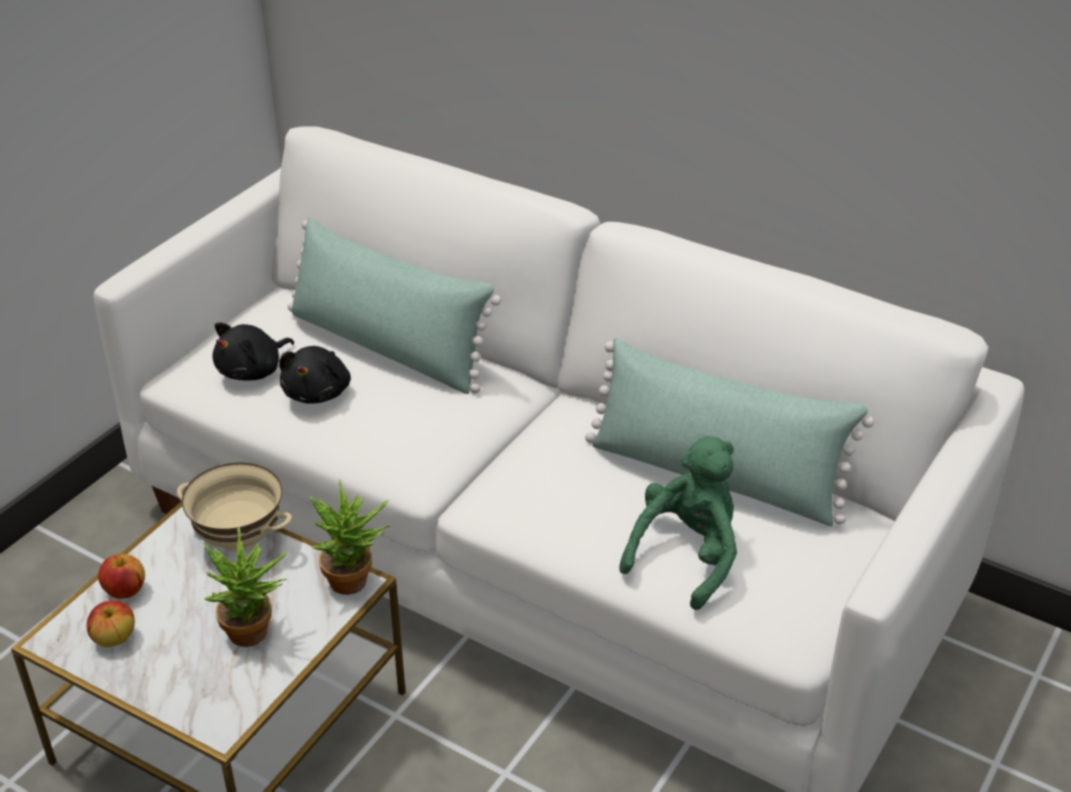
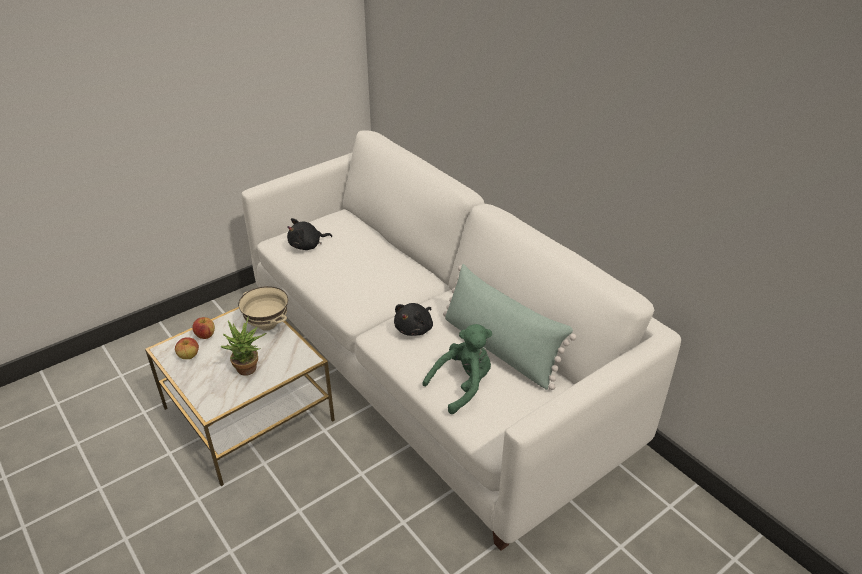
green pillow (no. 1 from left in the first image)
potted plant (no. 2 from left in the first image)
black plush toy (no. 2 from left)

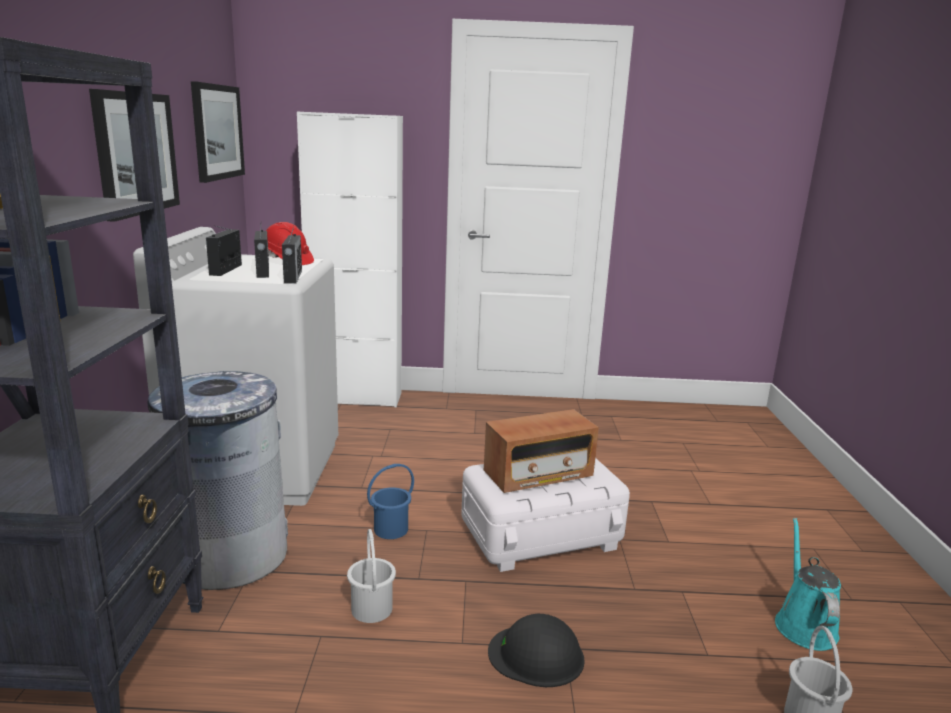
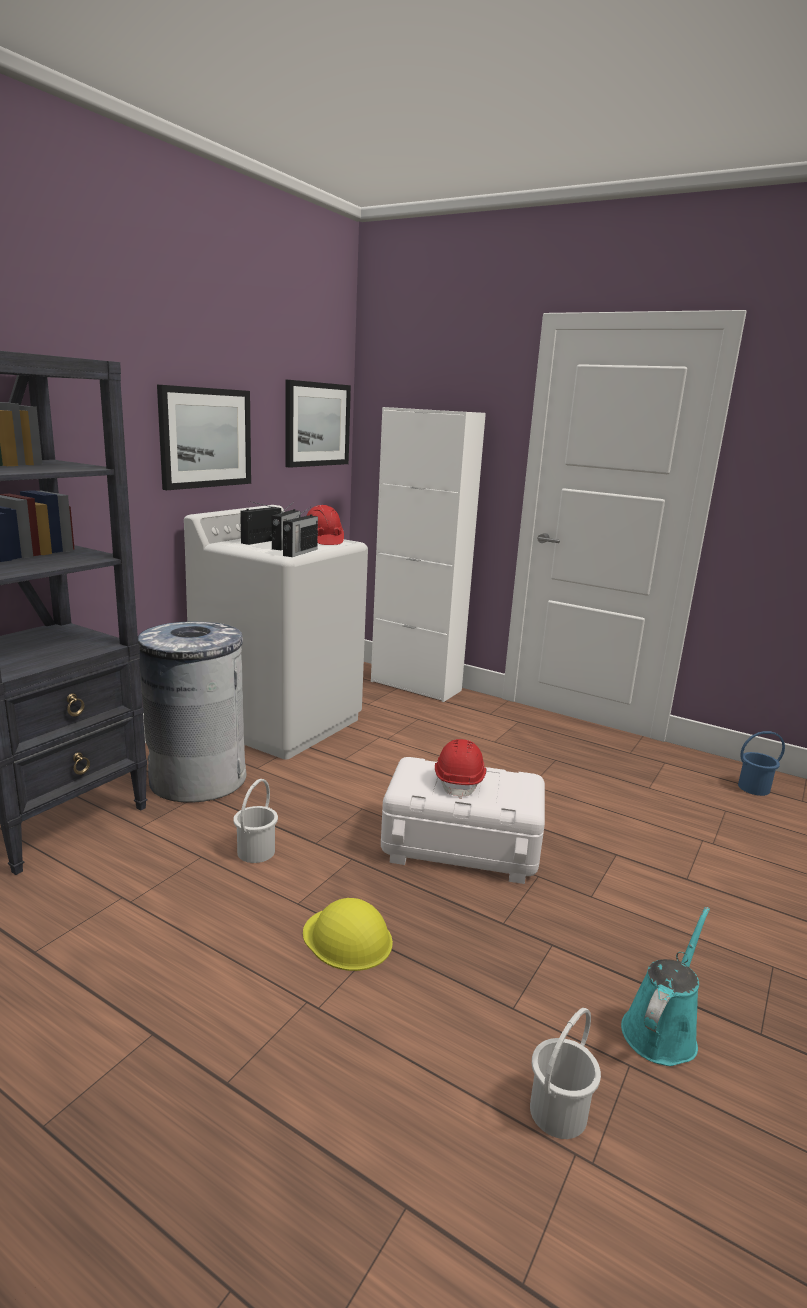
blue bucket
red hard hat (no. 2 from left)
yellow hard hat

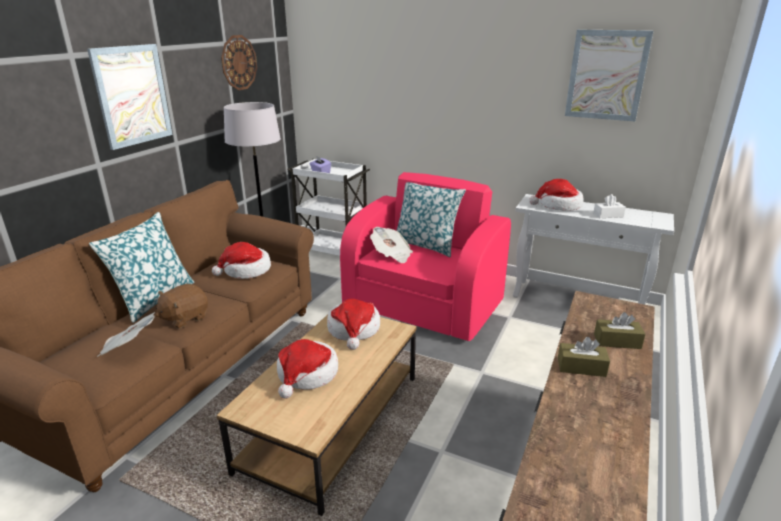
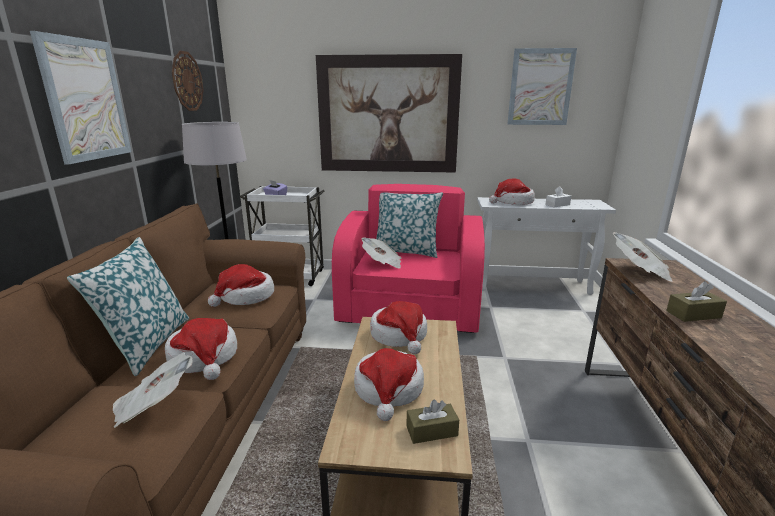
picture (no. 2 from left)
newspaper (no. 3 from left)
brown tissue box (no. 1 from left)
hat (no. 1 from left)

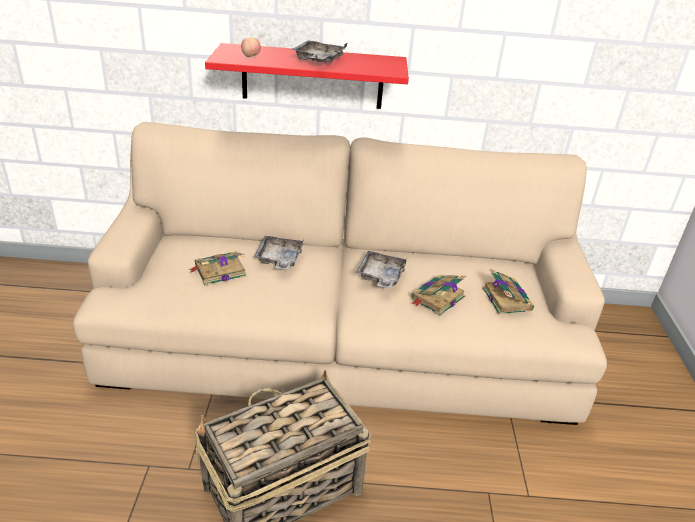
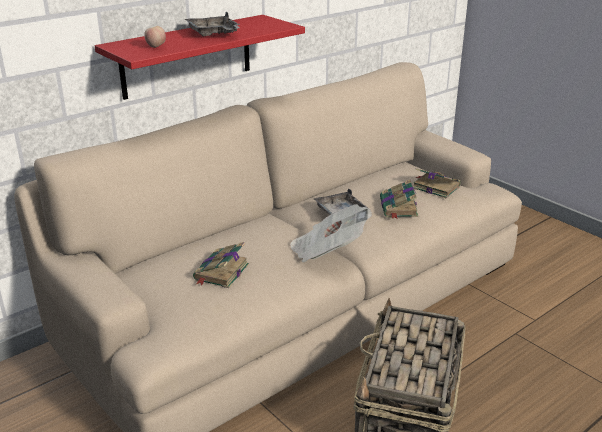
grey tray (no. 1 from left in the first image)
newspaper

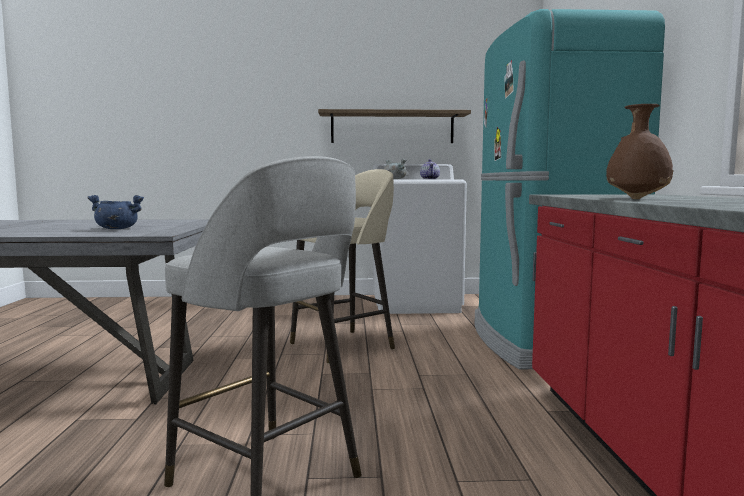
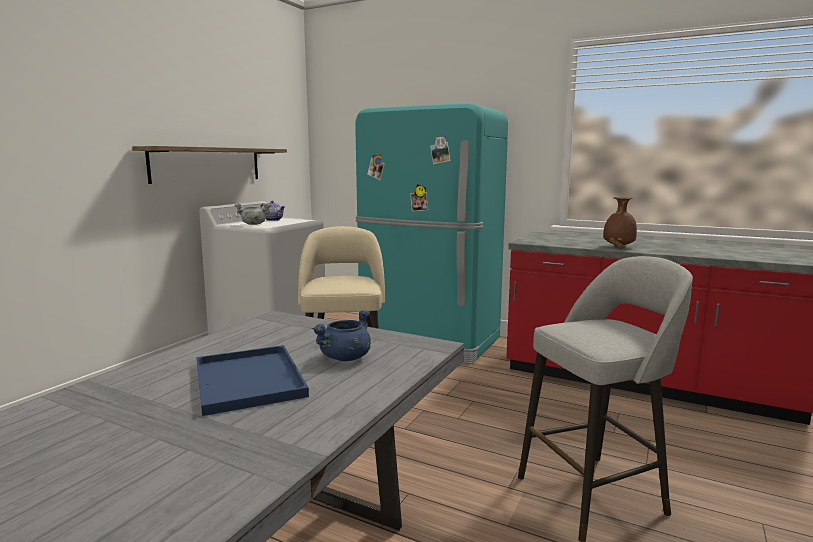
blue tray

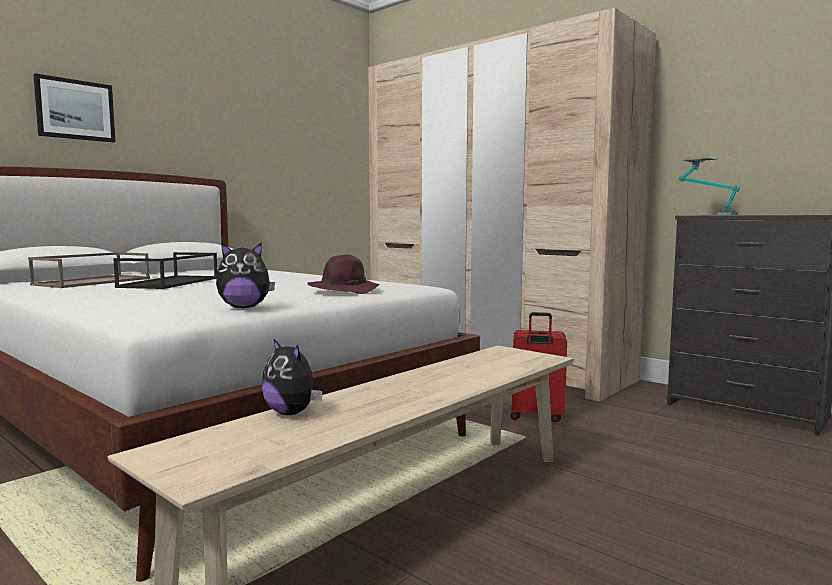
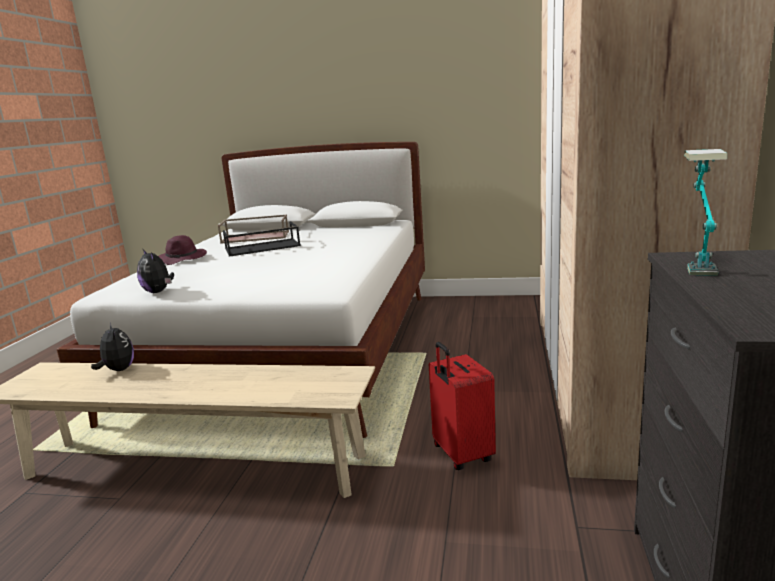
picture
purple hat
plush toy (no. 1 from left)

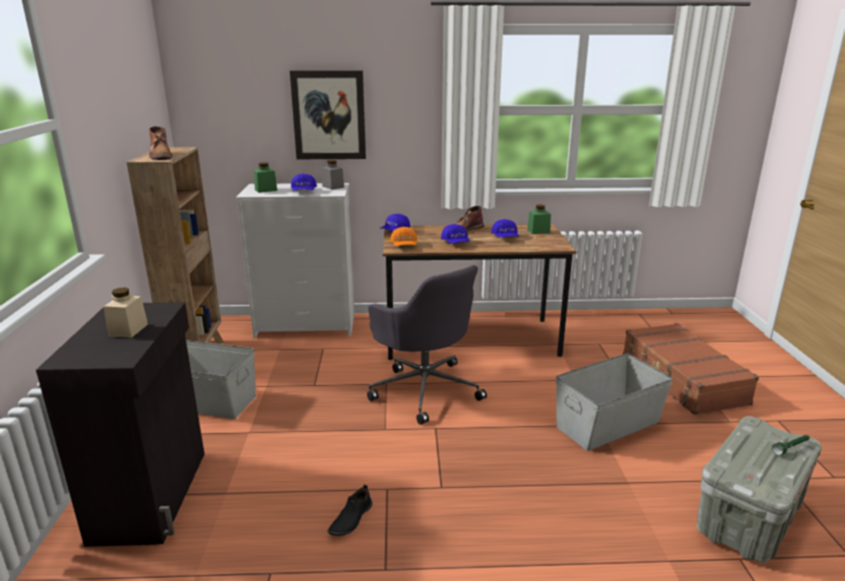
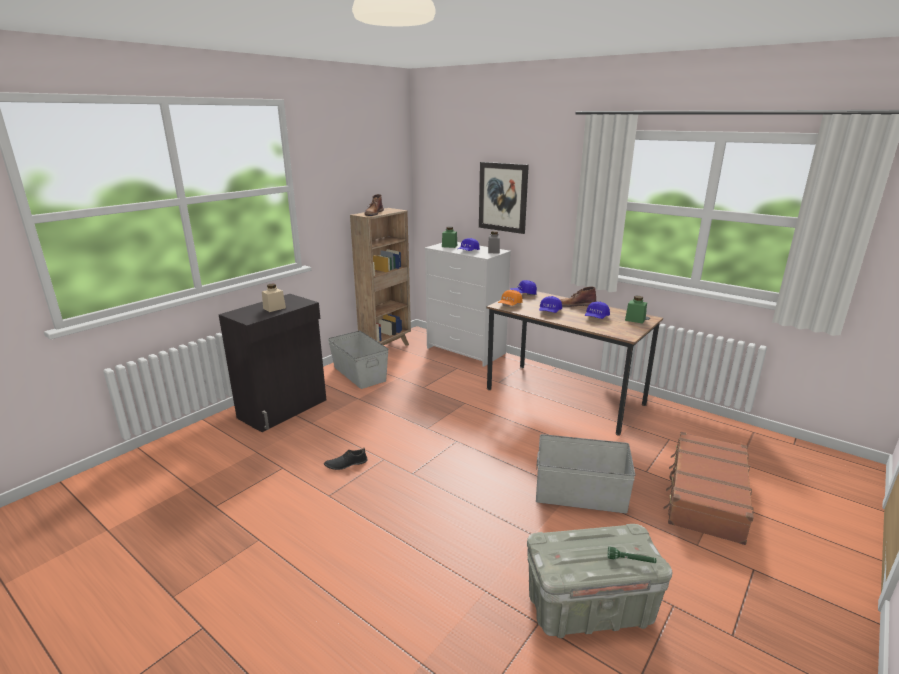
grey office chair

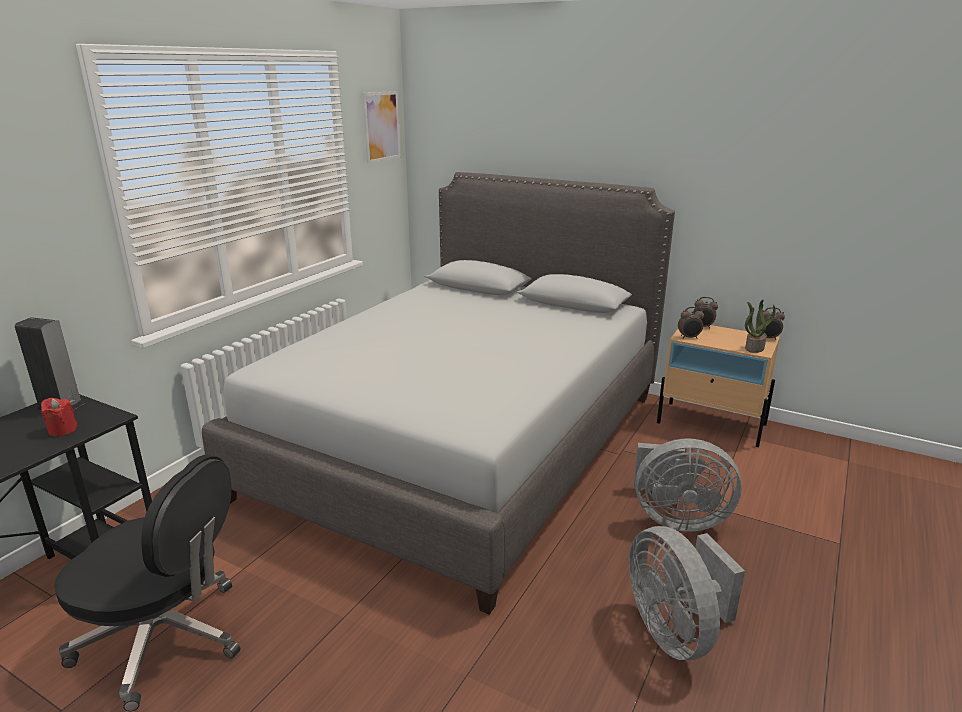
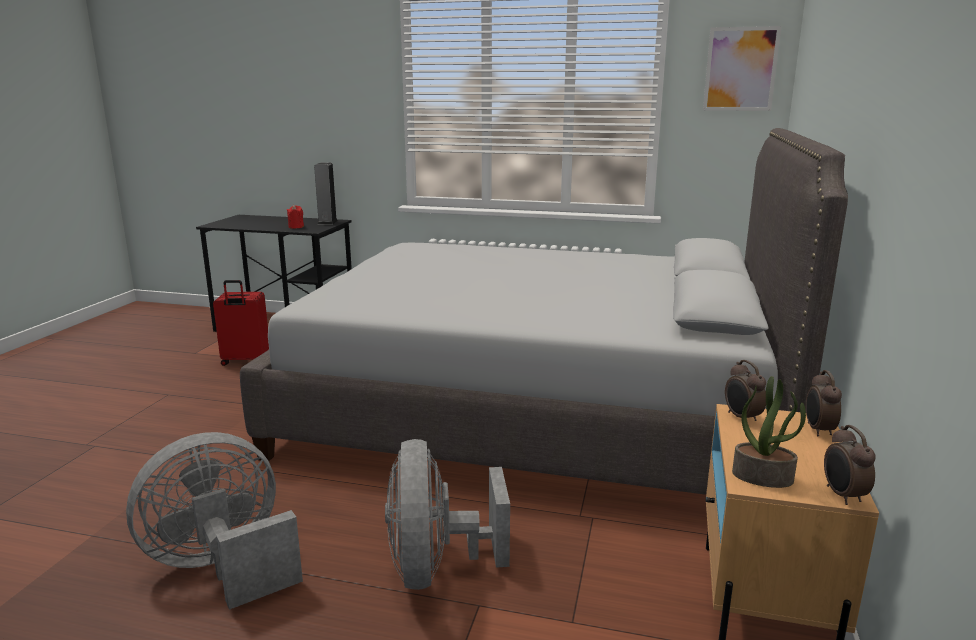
red suitcase

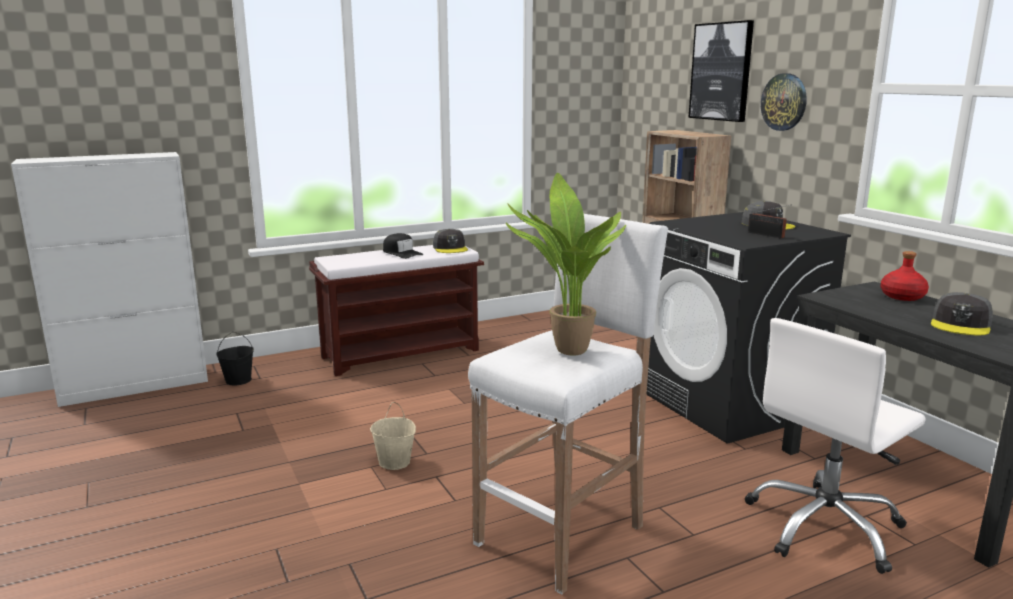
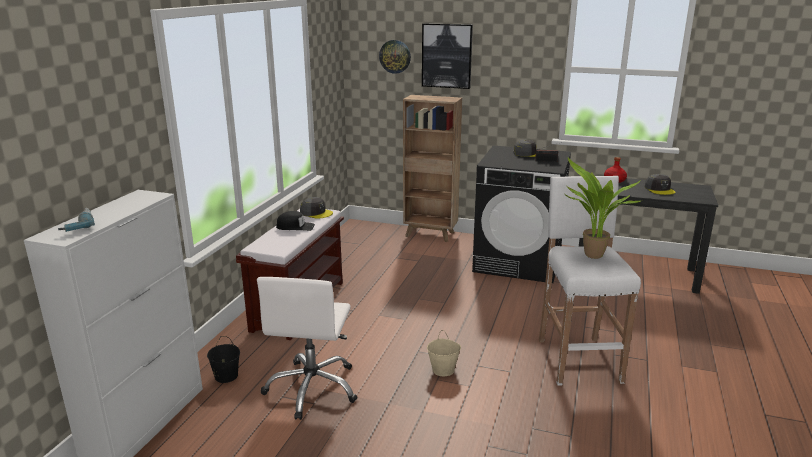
power drill
white office chair
wall clock

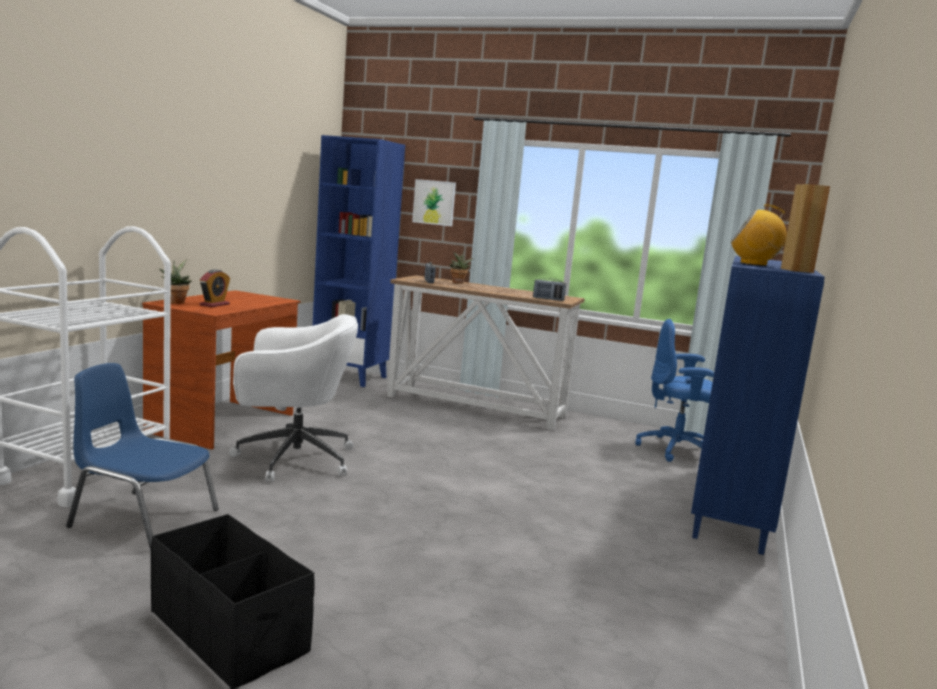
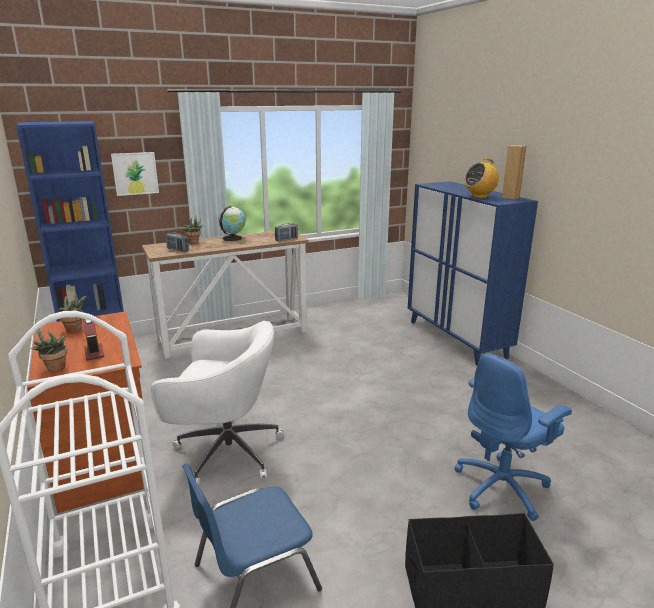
potted plant (no. 2 from left)
globe
blue office chair
white office chair

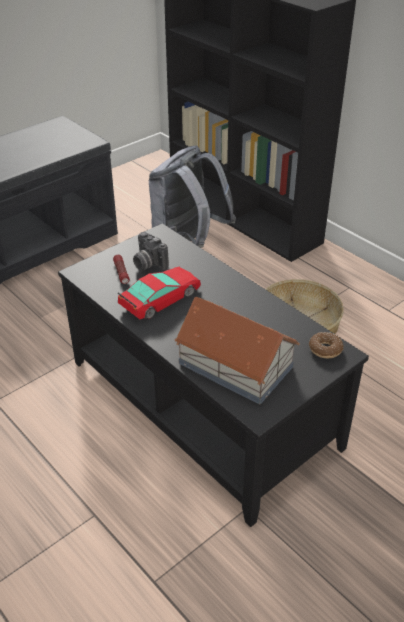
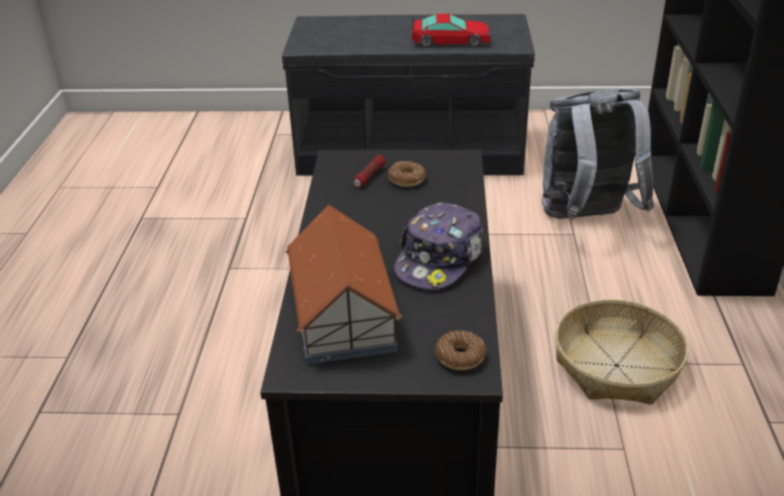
cap
toy car
donut (no. 1 from left)

